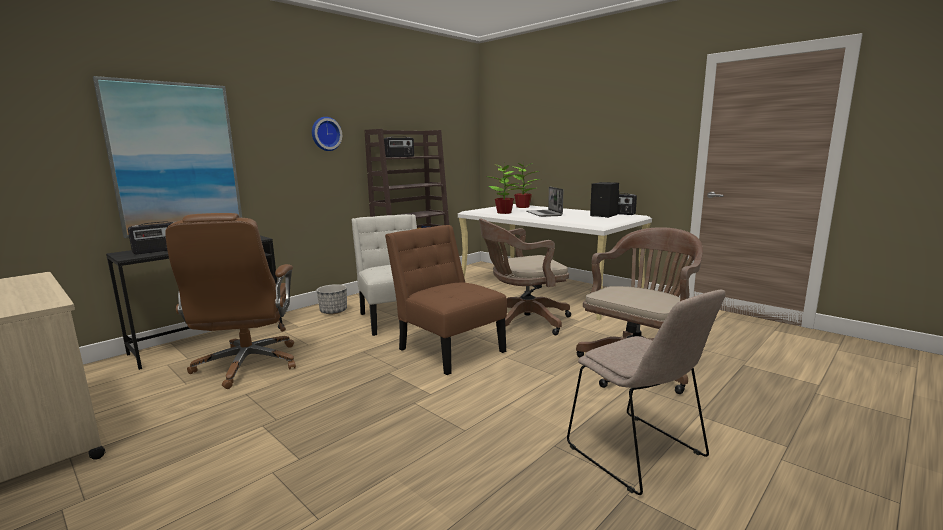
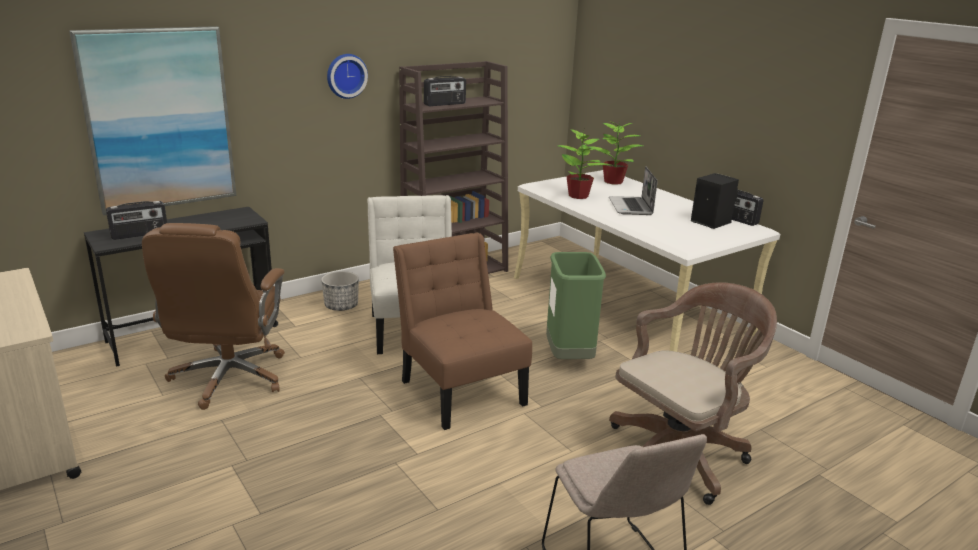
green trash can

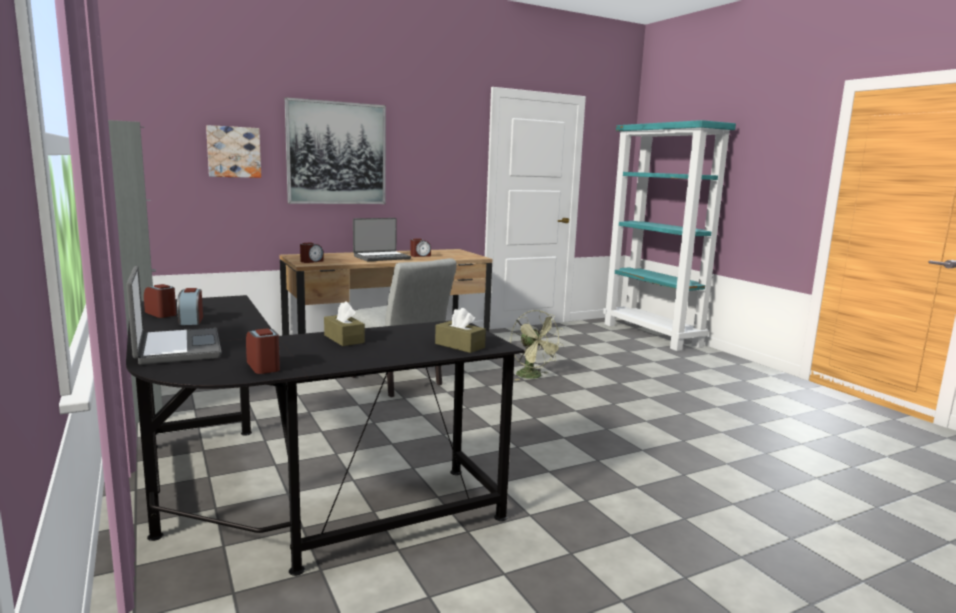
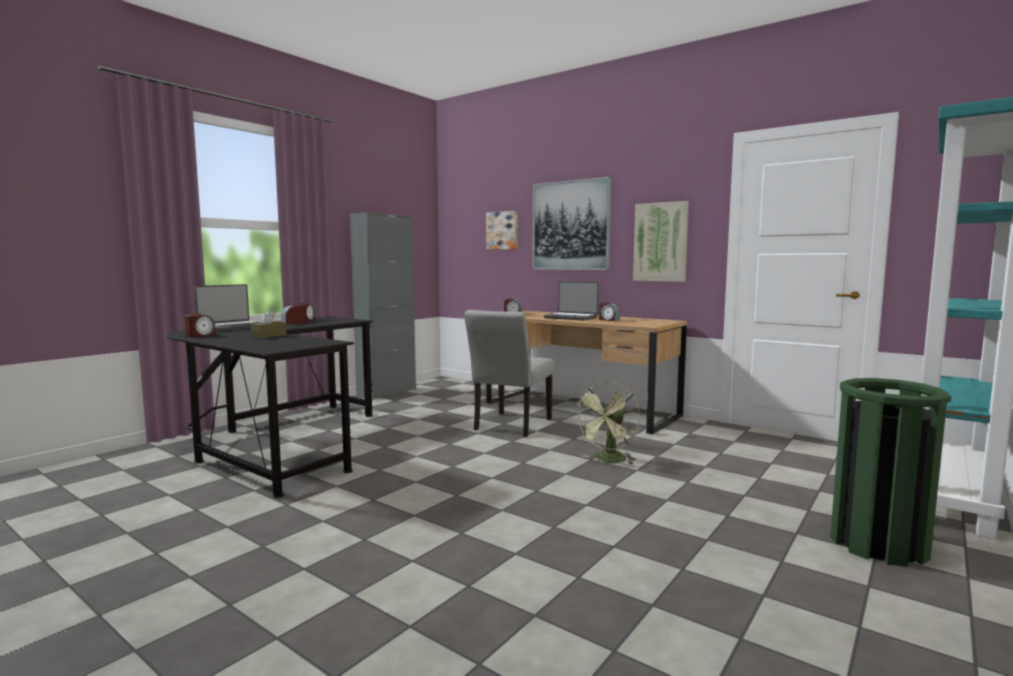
brown tissue box (no. 2 from left in the first image)
picture (no. 3 from left)
green trash can

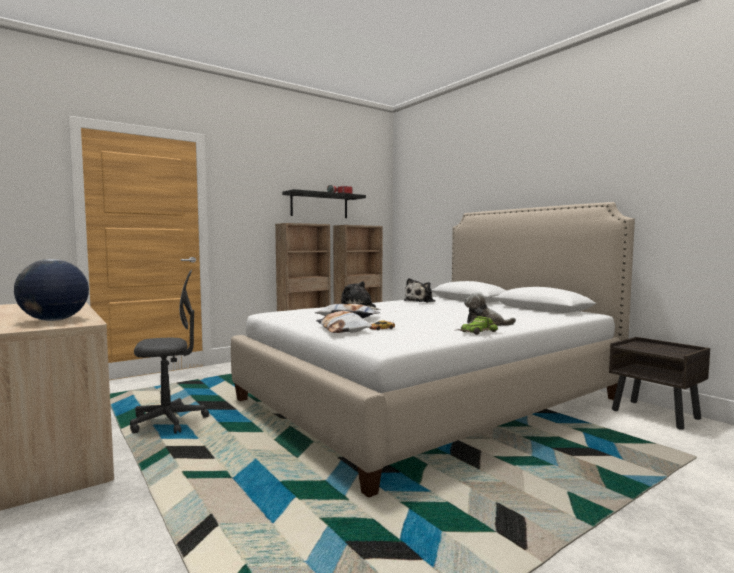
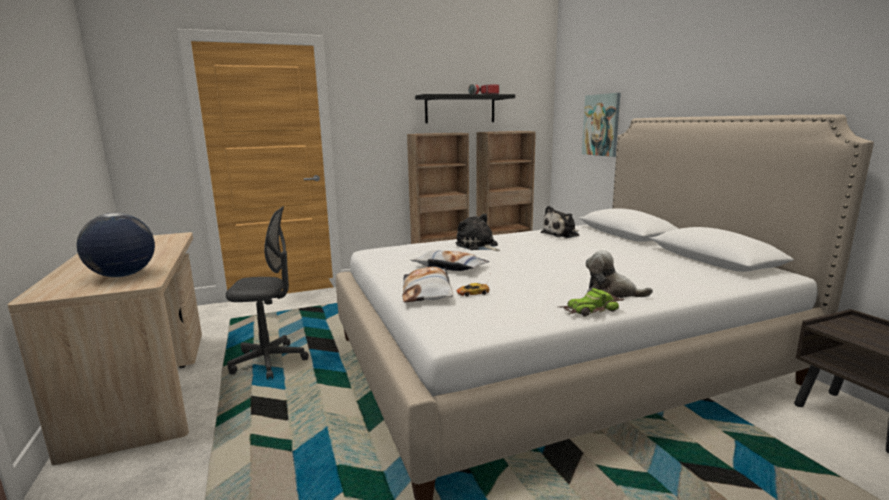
picture

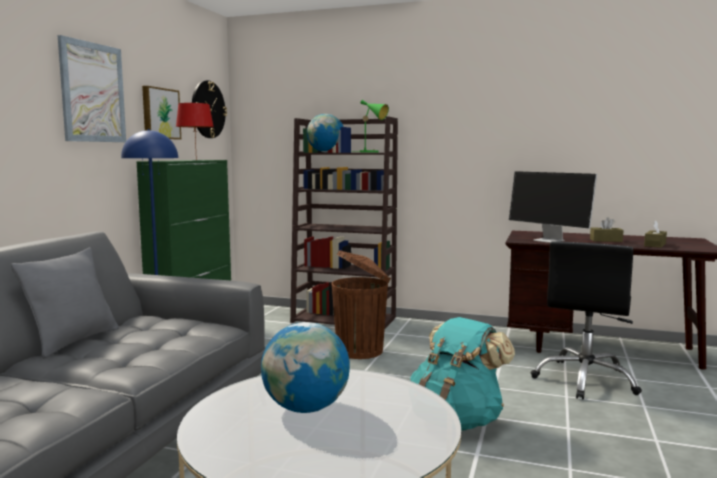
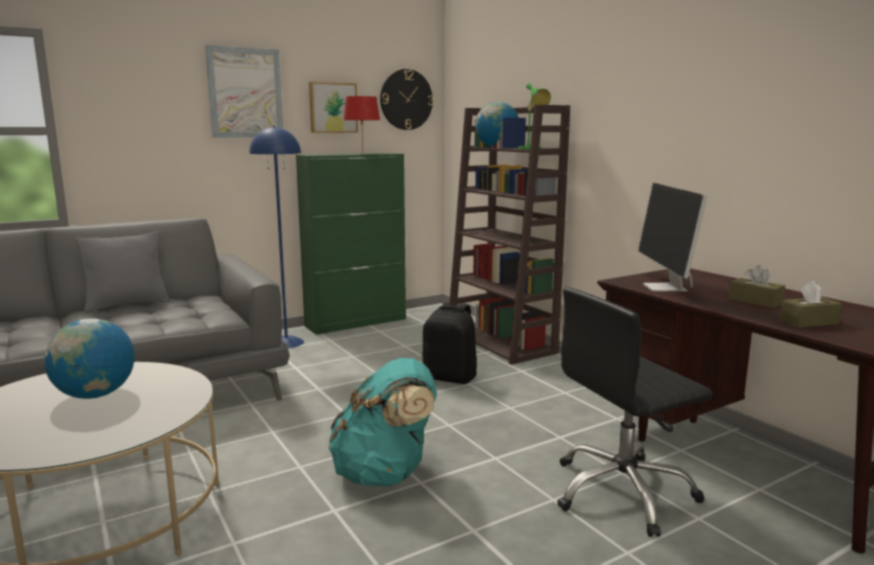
black backpack

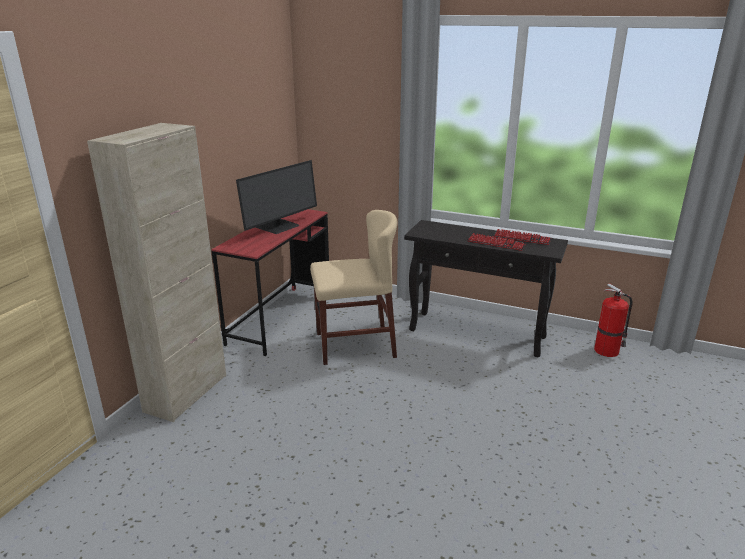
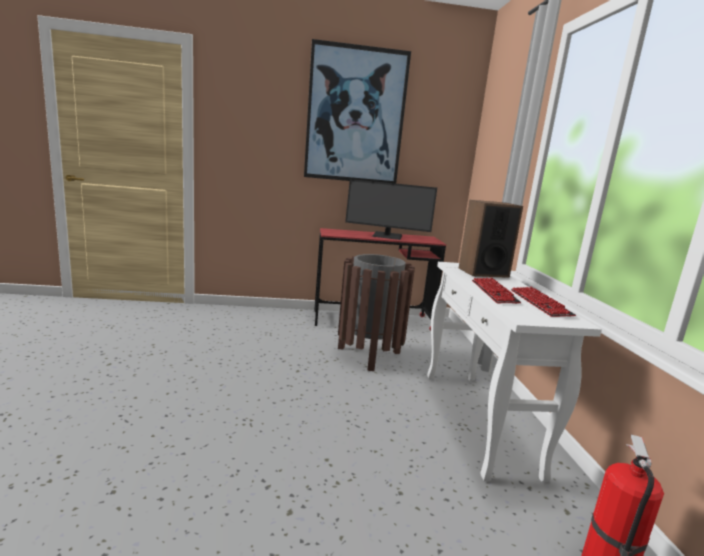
beige cabinet
picture
speaker
brown trash can
white console table

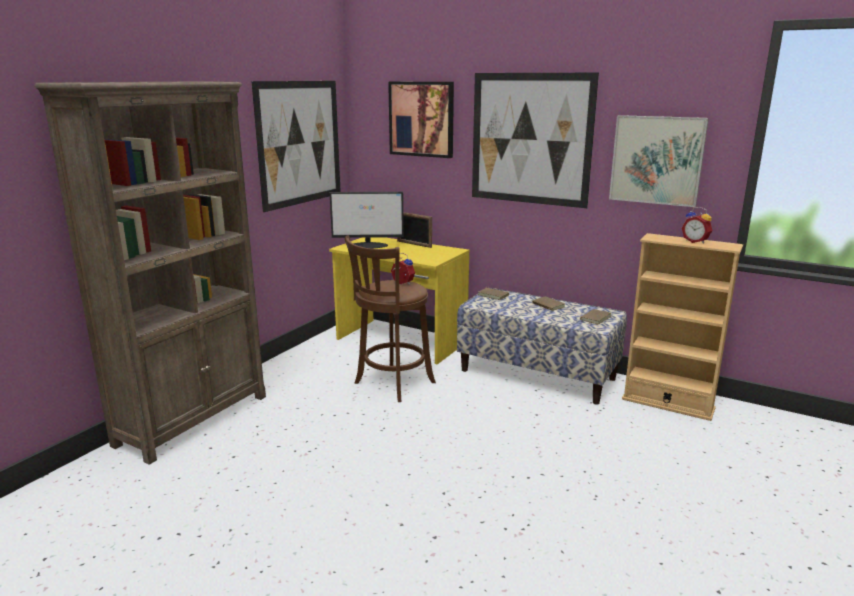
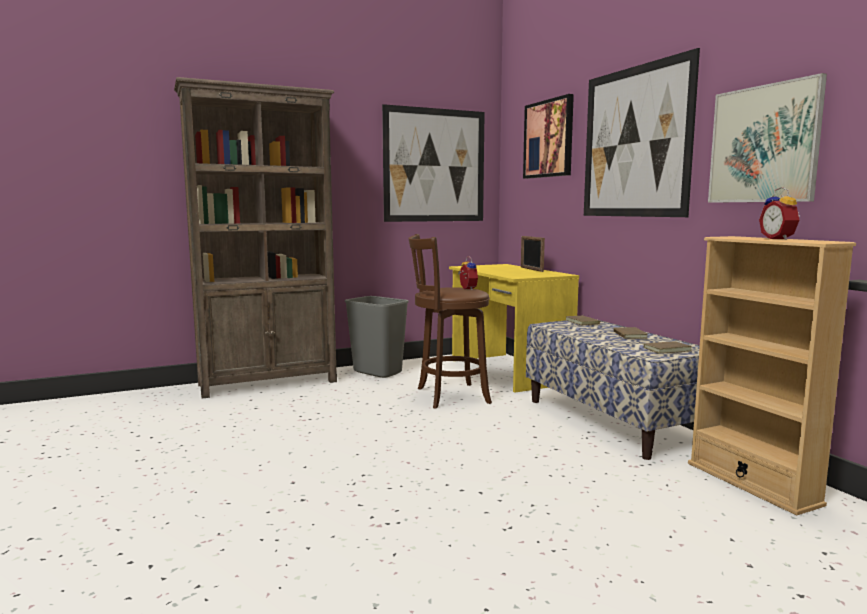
monitor
grey trash can

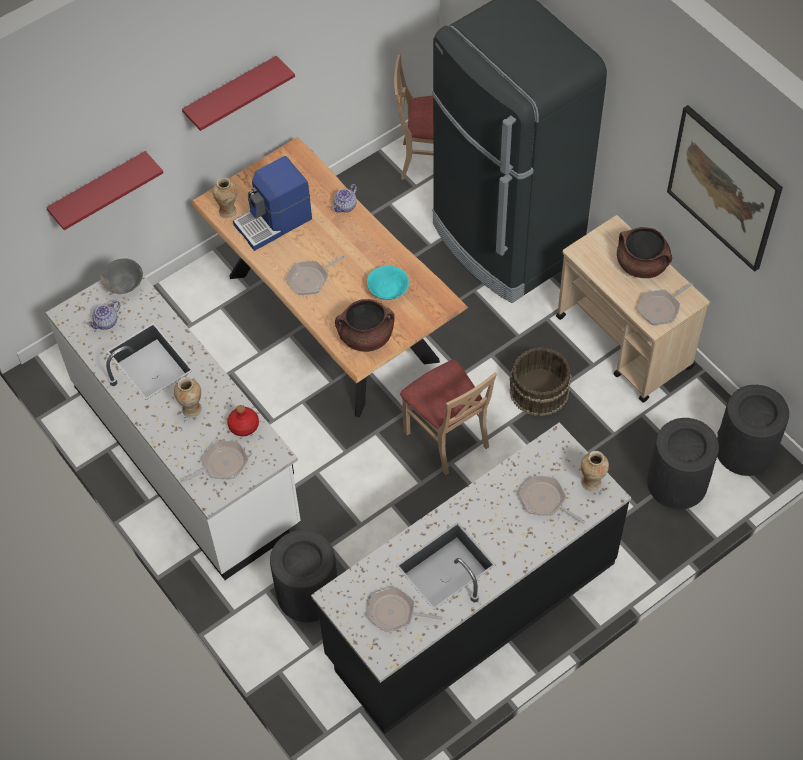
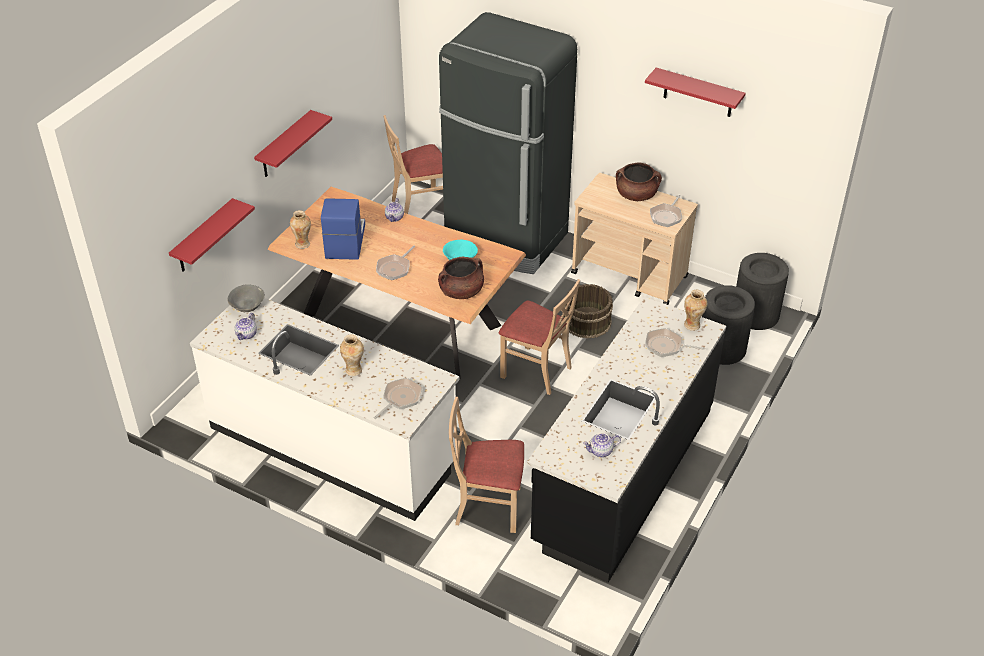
red bottle
beige chair (no. 2 from left)
teapot (no. 3 from left)
red shelf (no. 3 from left)
coffee machine

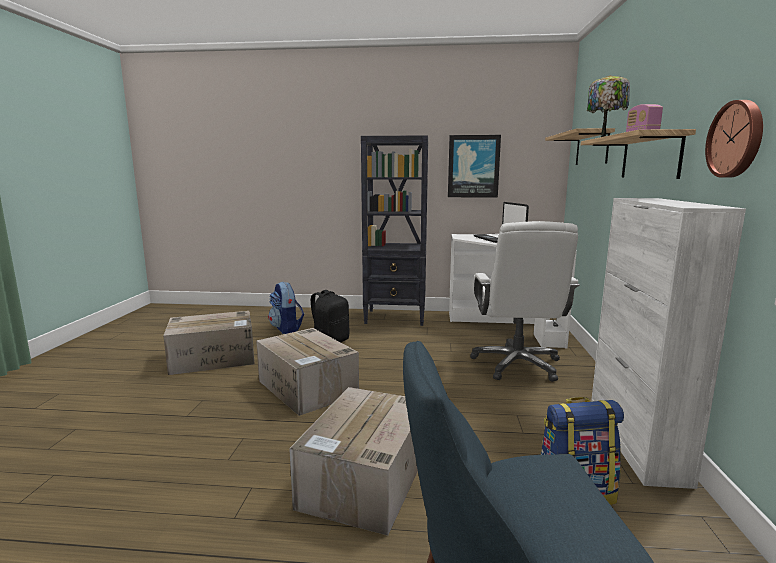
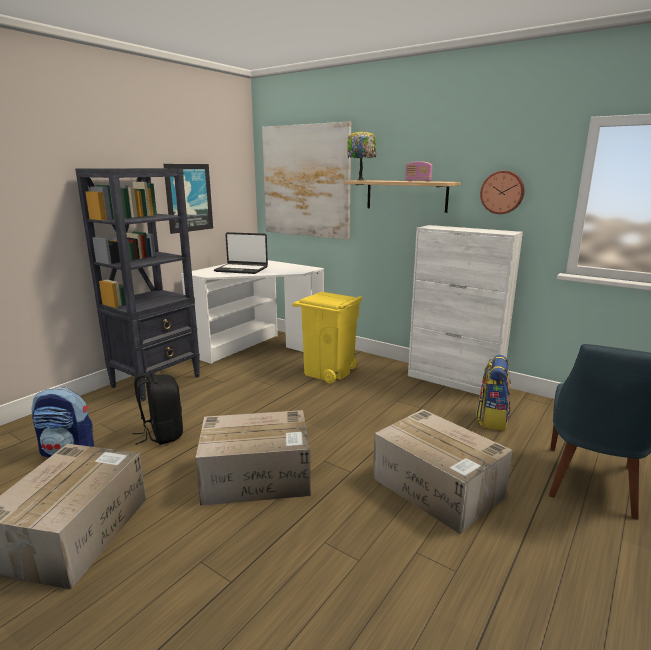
yellow trash can
picture (no. 2 from left)

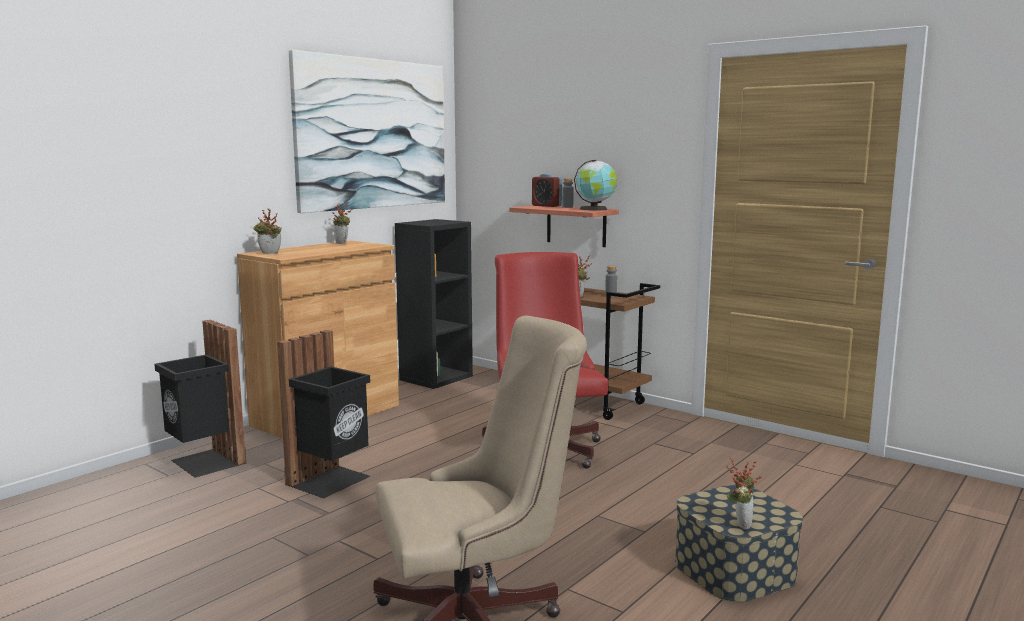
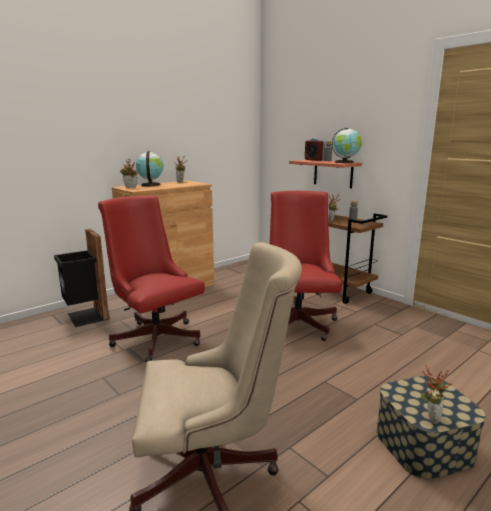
picture
black bookcase
globe (no. 1 from left)
red office chair (no. 1 from left)

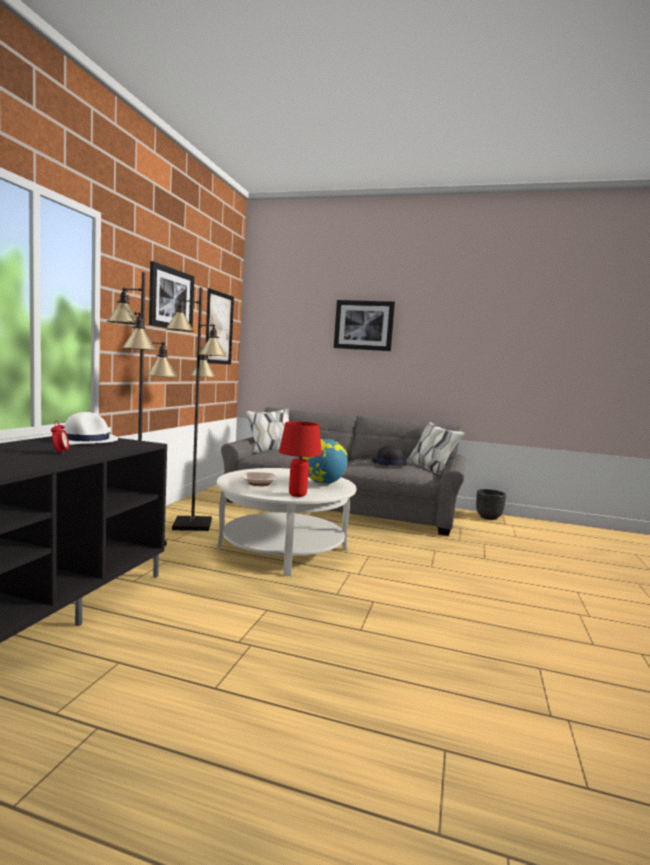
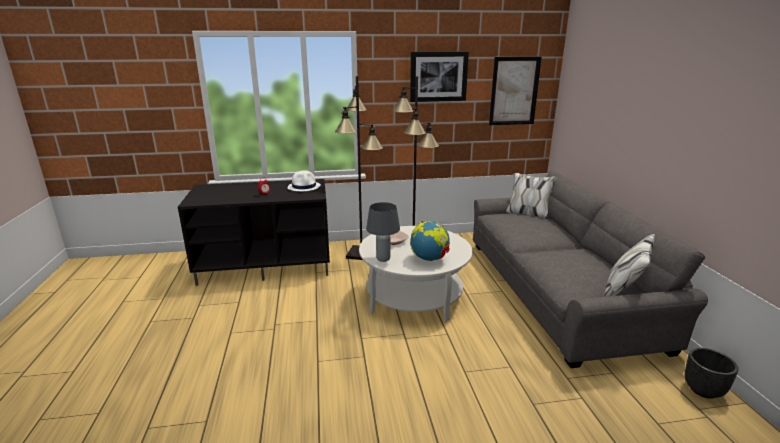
picture (no. 3 from left in the first image)
black hat
grey table lamp

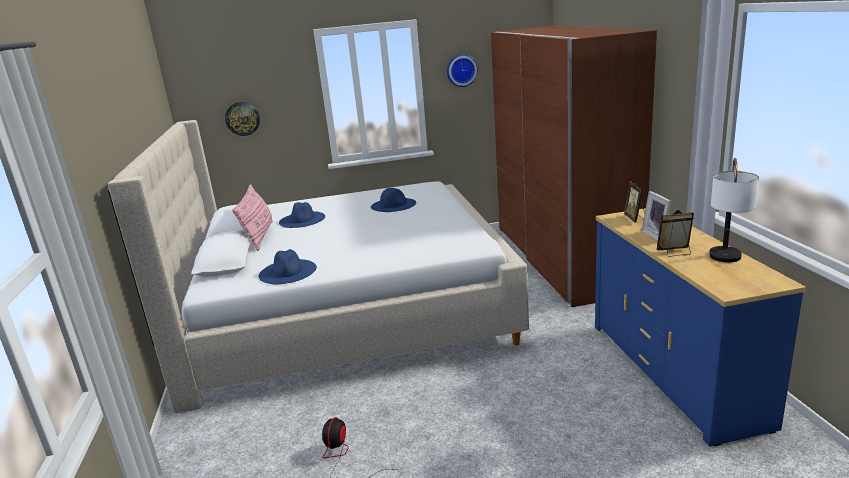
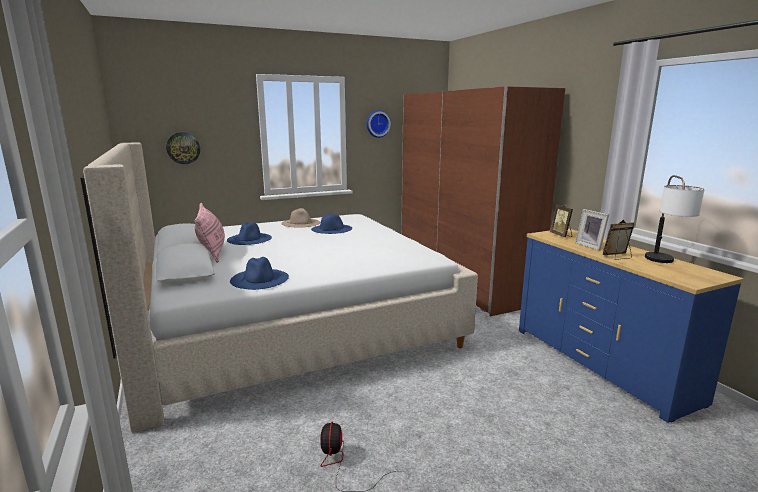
beige hat

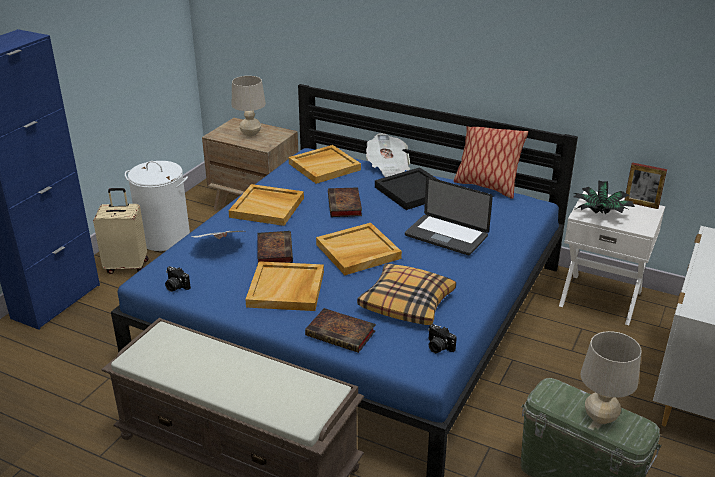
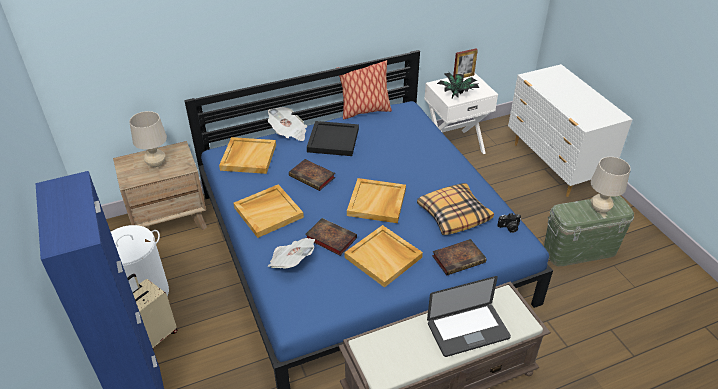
photo camera (no. 1 from left in the first image)
laptop

